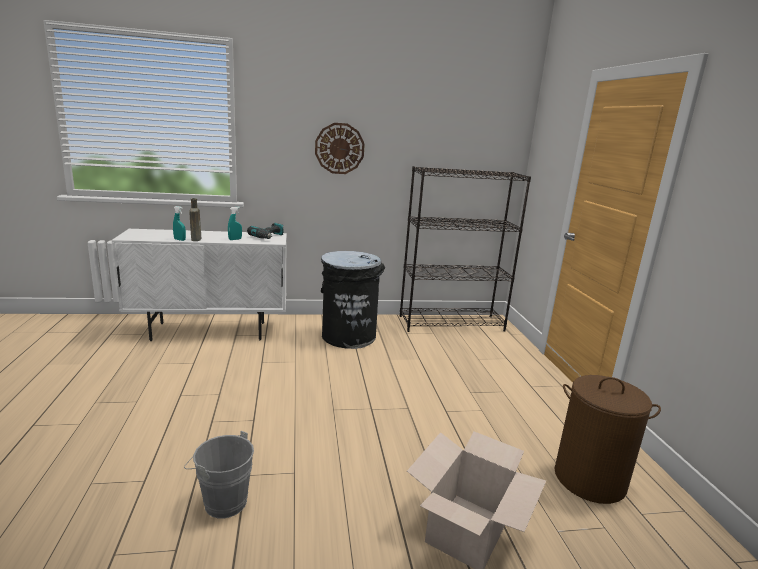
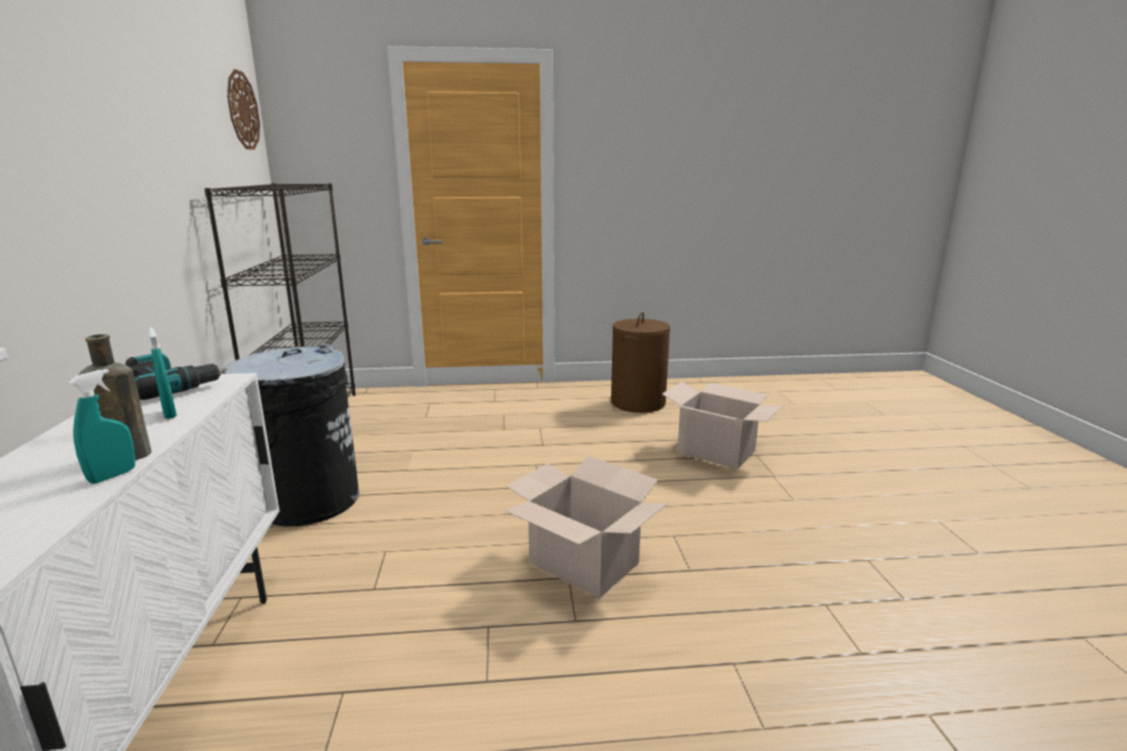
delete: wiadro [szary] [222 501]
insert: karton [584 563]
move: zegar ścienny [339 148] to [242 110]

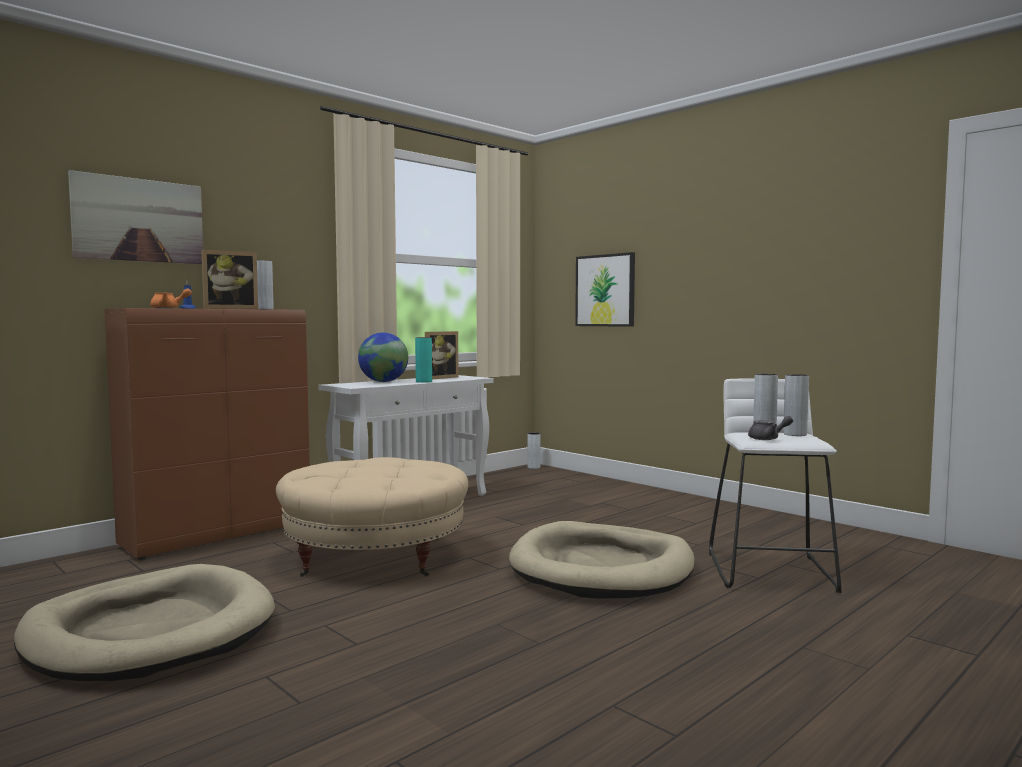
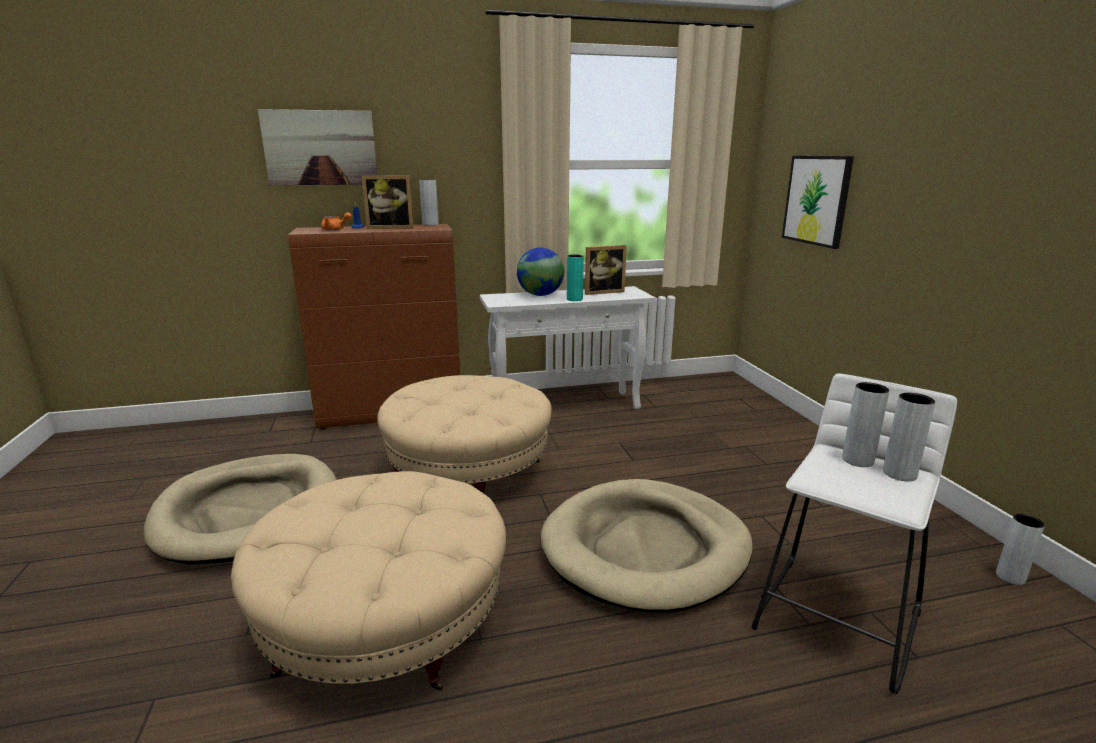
delete: imbryk [szary] [768 439]
insert: pufa [beżowy] [385 624]
move: wazon [szary] [533 467] to [1010 577]

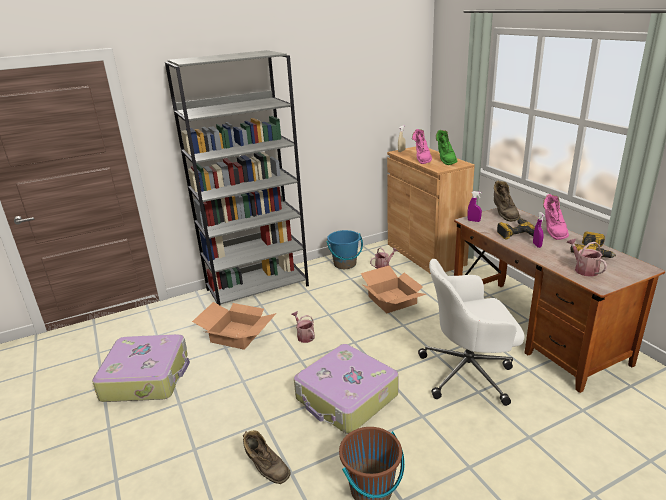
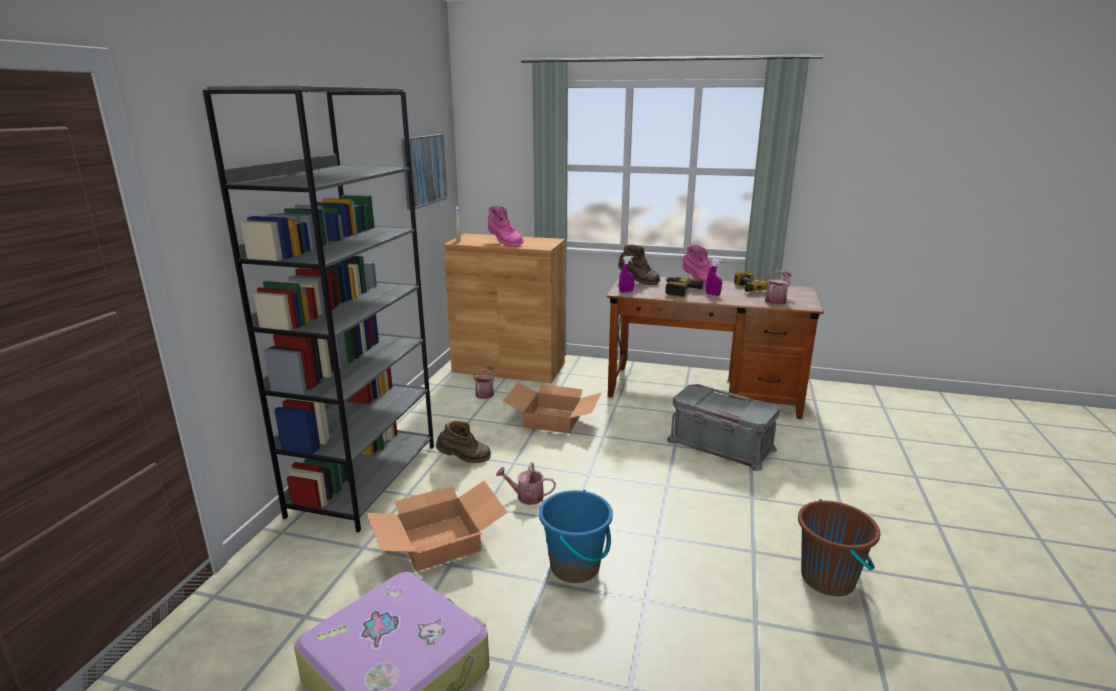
delete: walizka [346 398]; but z cholewką [zielony] [445 160]
insert: obraz [423 170]
move: but z cholewką [brązowy] [266 469] to [464 460]; wiadro [niebieski] [345 264] to [575 566]
replace: krzesło biurowe [biały] [469 372] to pojemnik do przechowywania [szary] [720 445]
rotate: konewka [583 269] = [776 300] 105 degrees clockwise

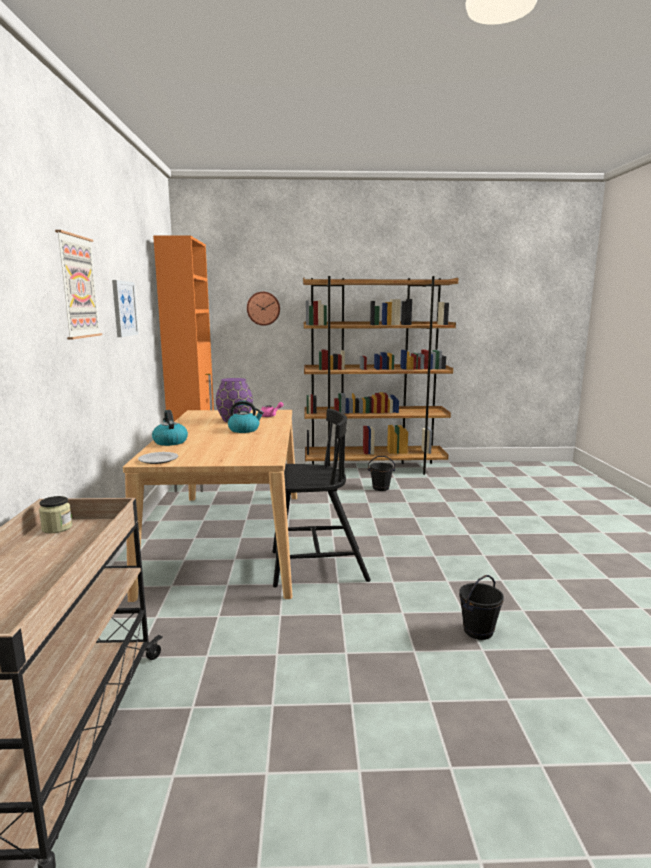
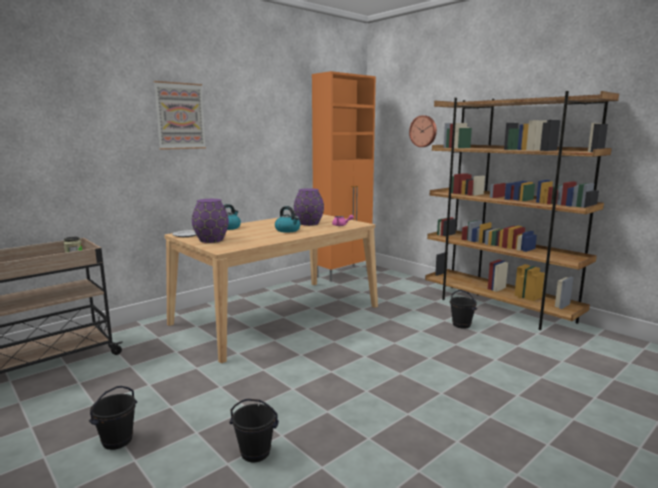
delete: obraz [124 308]; krzesło [czarny] [316 566]
insert: wiadro [czarny] [117 441]; wazon [fioletowy] [211 240]

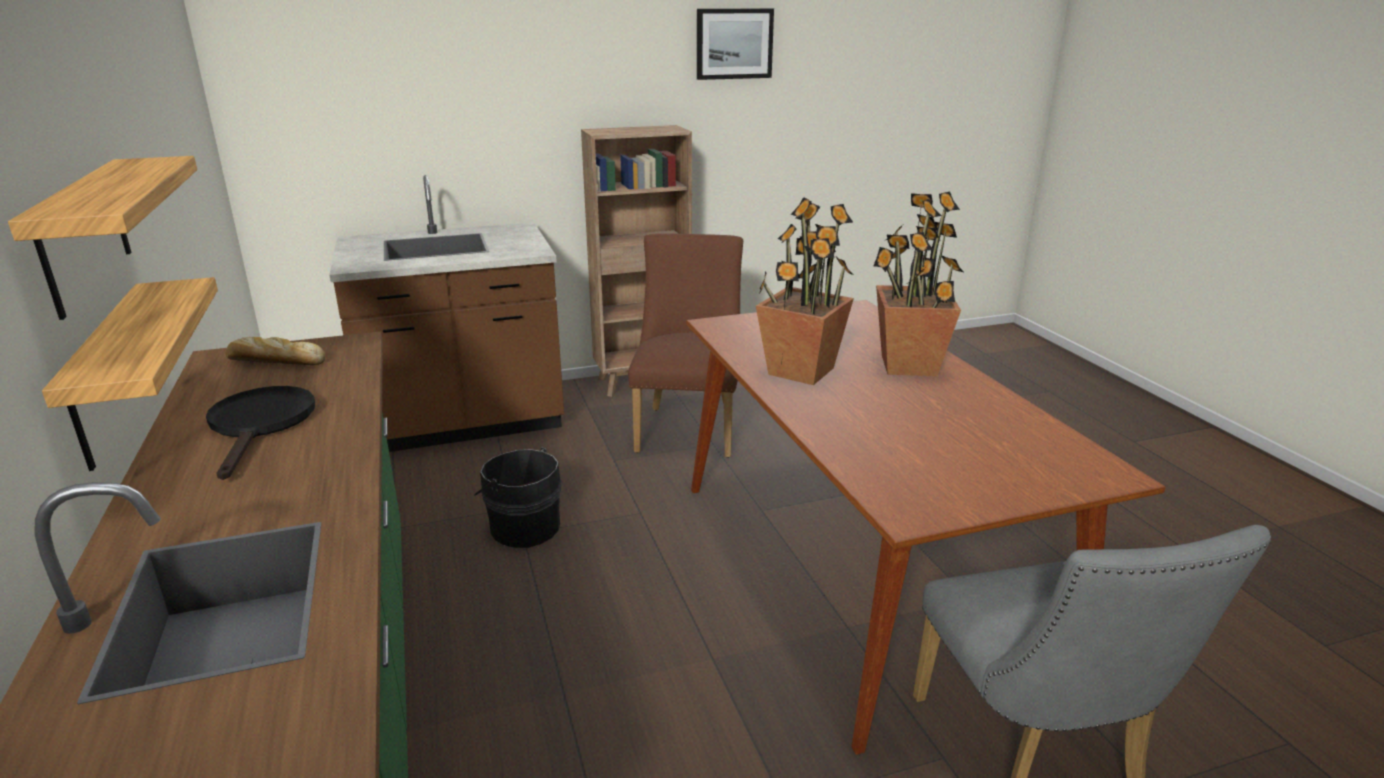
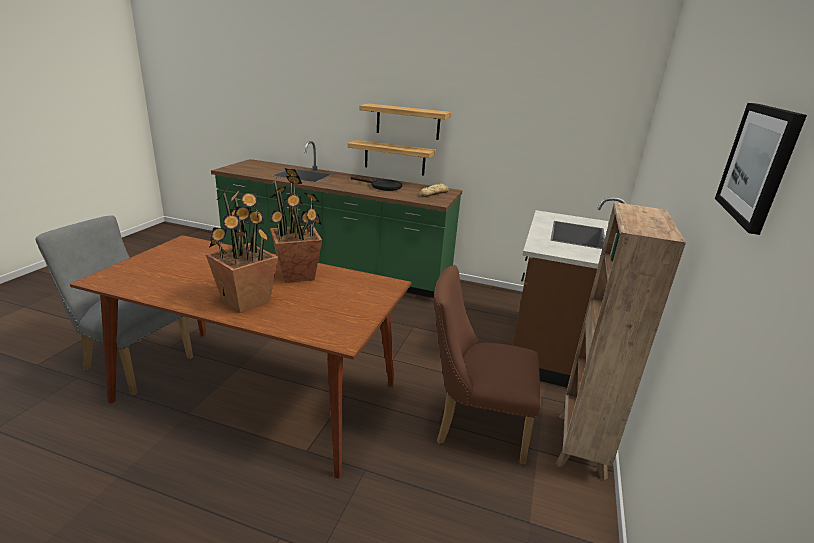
delete: wiadro [czarny] [523 527]
rotate: krzesło [brązowy] [688 427] = [474 425] 150 degrees clockwise

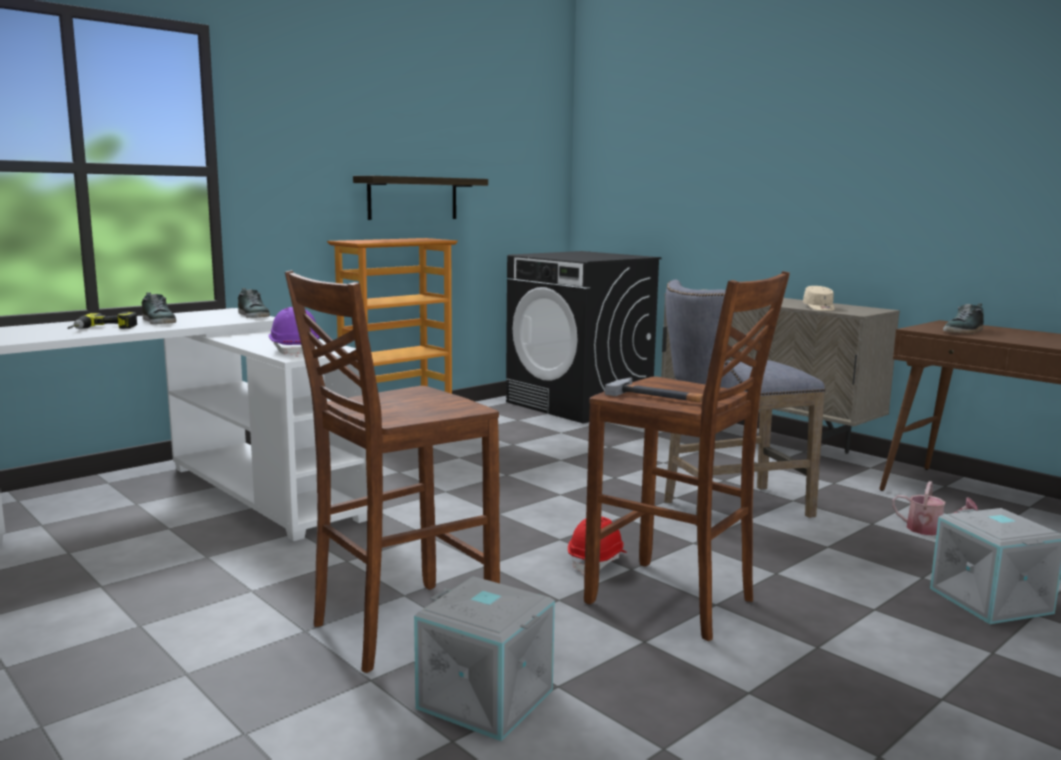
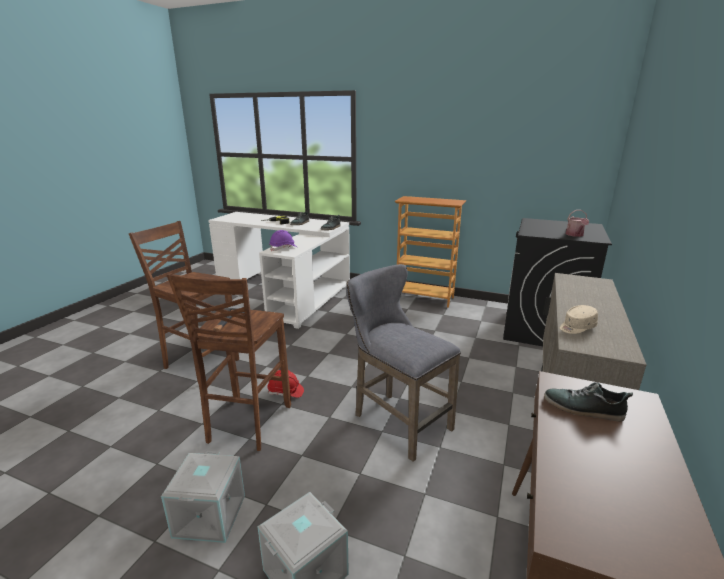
delete: półka [413 198]
move: pojemnik do przechowywania [szary] [487 698] to [210 516]; konewka [930 530] to [575 235]

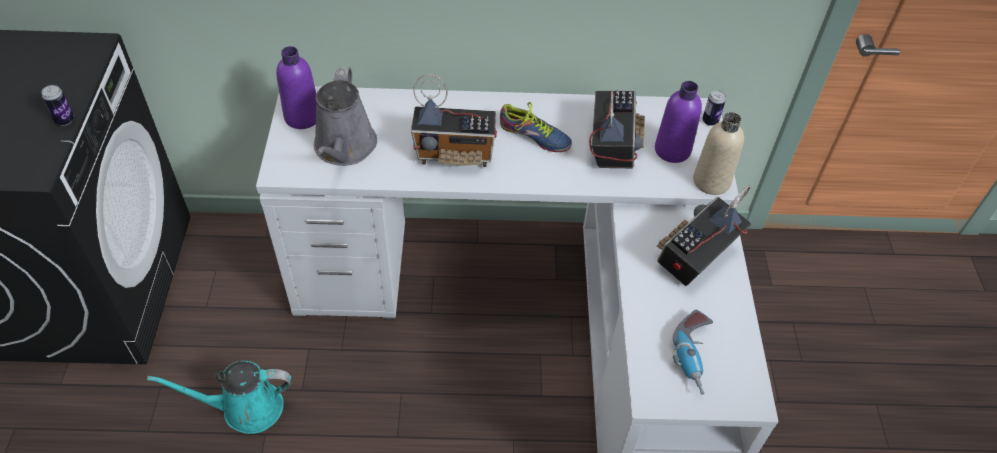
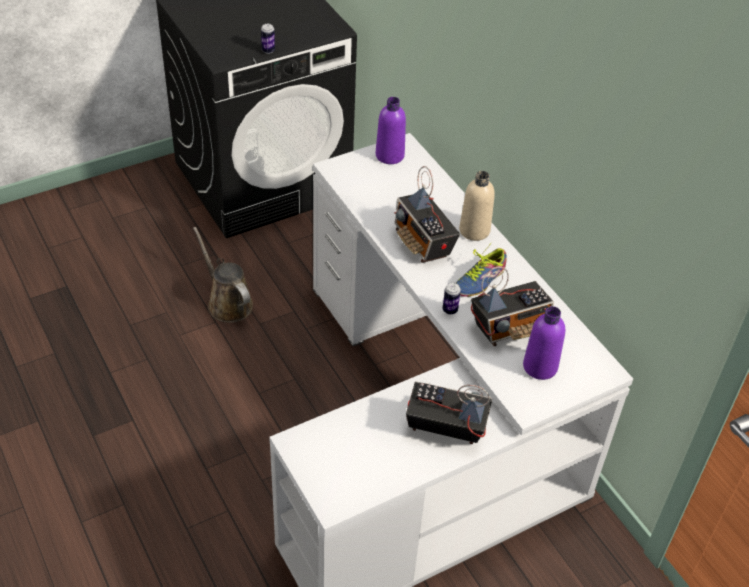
delete: konewka [szary] [344 148]; wiertarka [695 357]
move: puszka [710 121] to [450 310]; butelka [beżowy] [711 181] to [474 230]
recolor: konewka [turkusowy] [246 408] to konewka [brązowy] [227 302]
rotate: but [534 138] = [477 279] 45 degrees clockwise

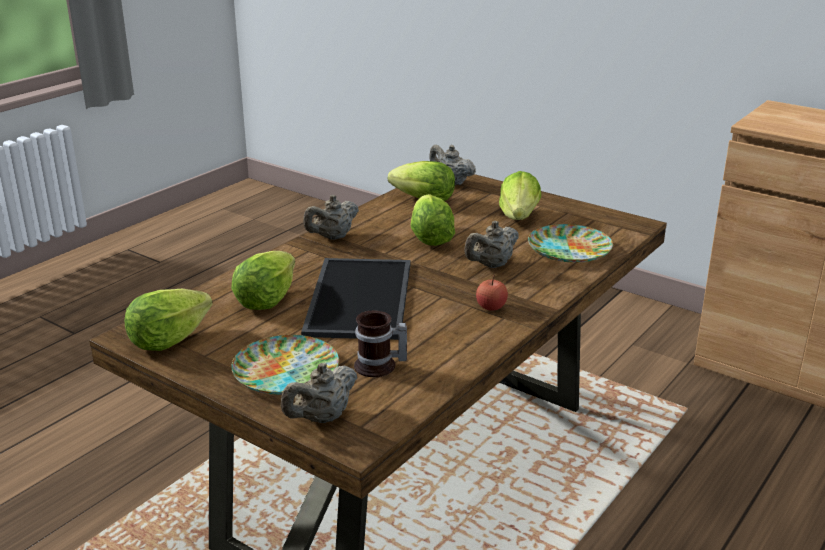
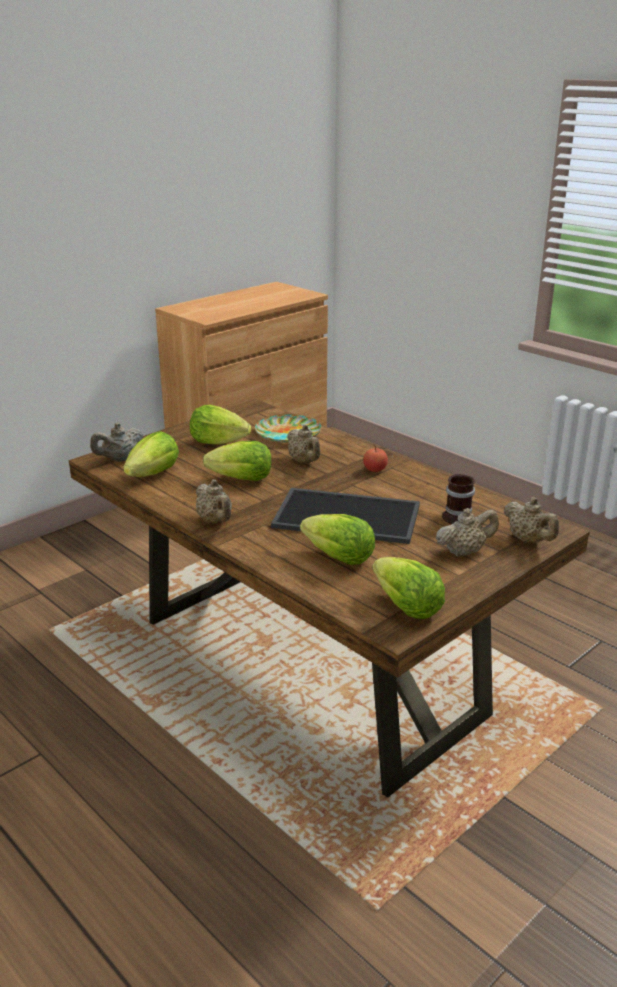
replace: talerz [287 372] to imbryk [beżowy] [465 551]

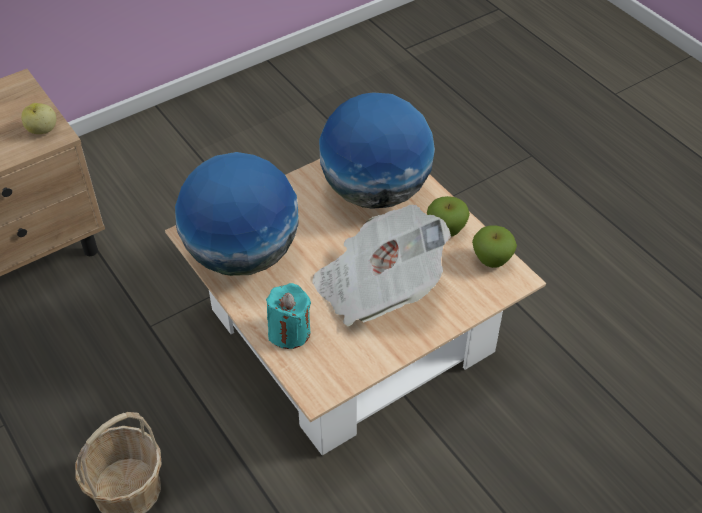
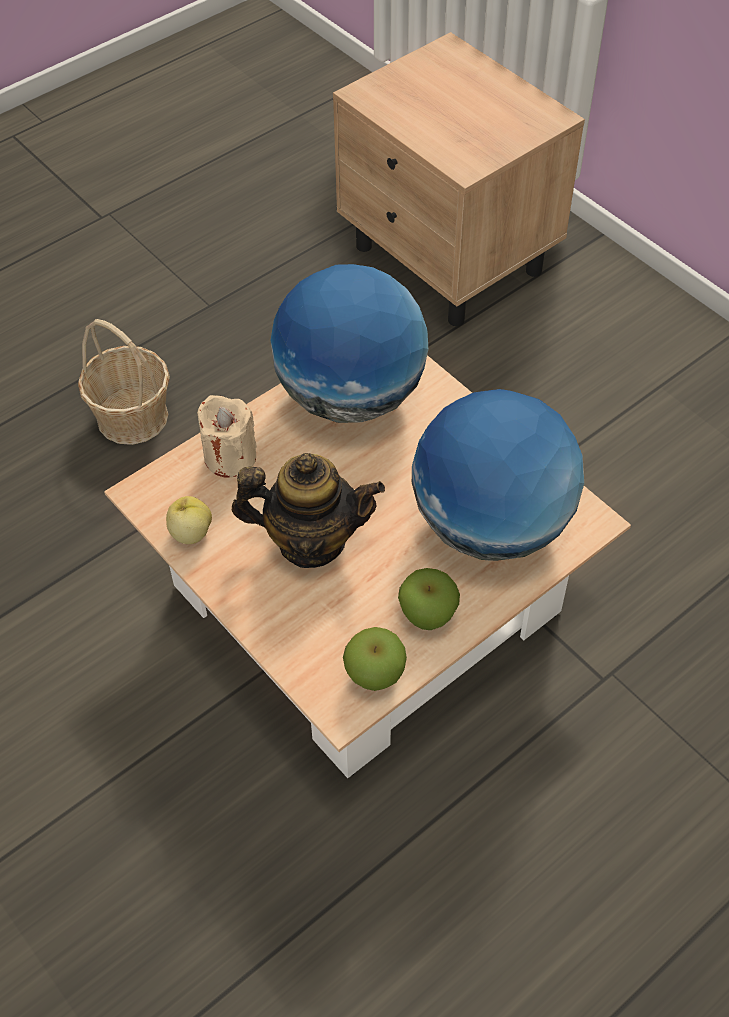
move: jabłko [42 130] to [190 533]
replace: gazeta [378 287] to imbryk [311 541]
recolor: świeca [turkusowy] [289 332] to świeca [beżowy] [230 457]

